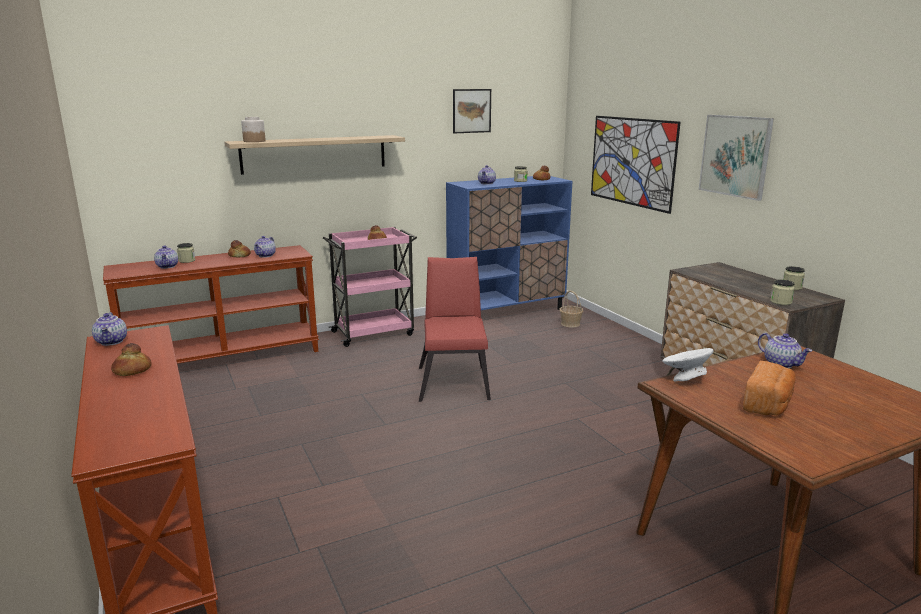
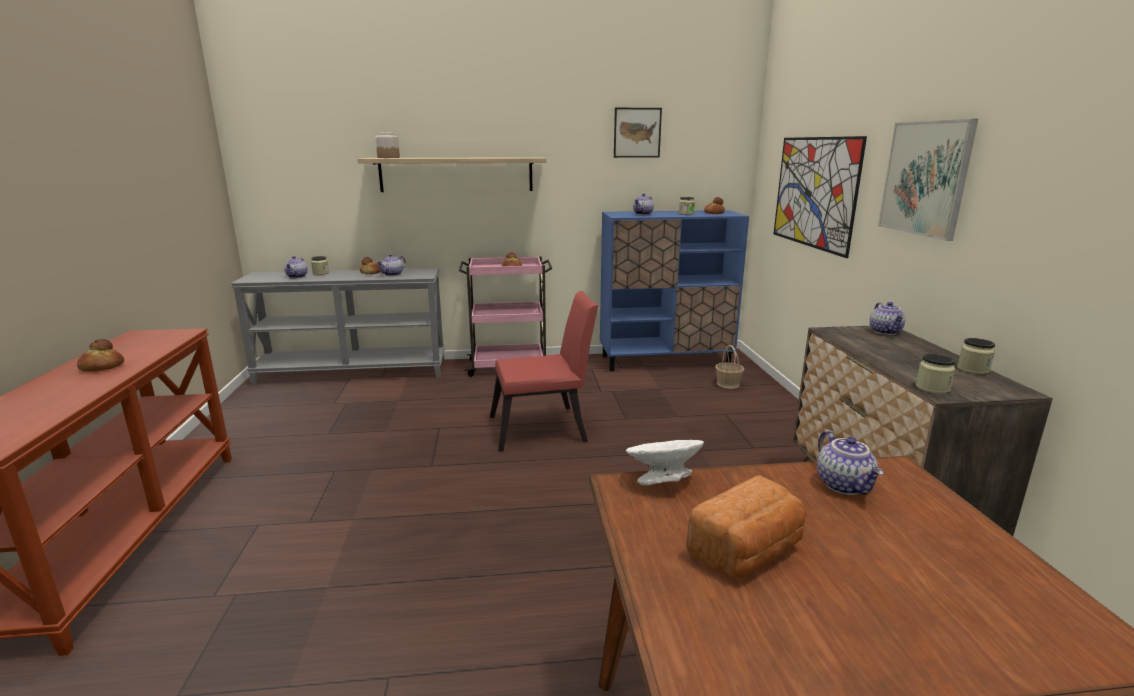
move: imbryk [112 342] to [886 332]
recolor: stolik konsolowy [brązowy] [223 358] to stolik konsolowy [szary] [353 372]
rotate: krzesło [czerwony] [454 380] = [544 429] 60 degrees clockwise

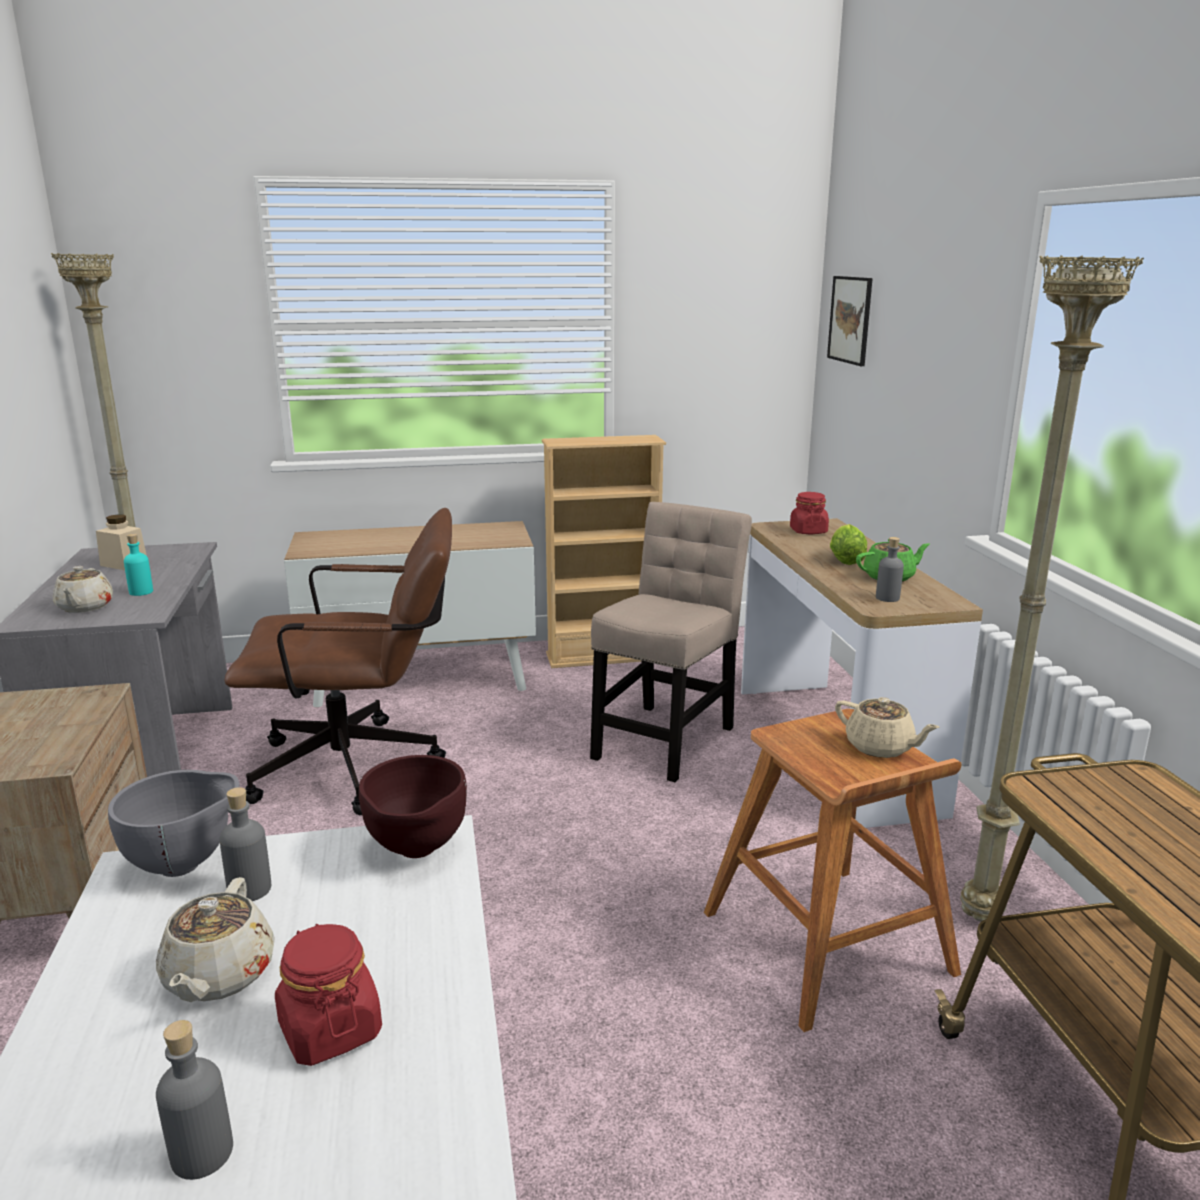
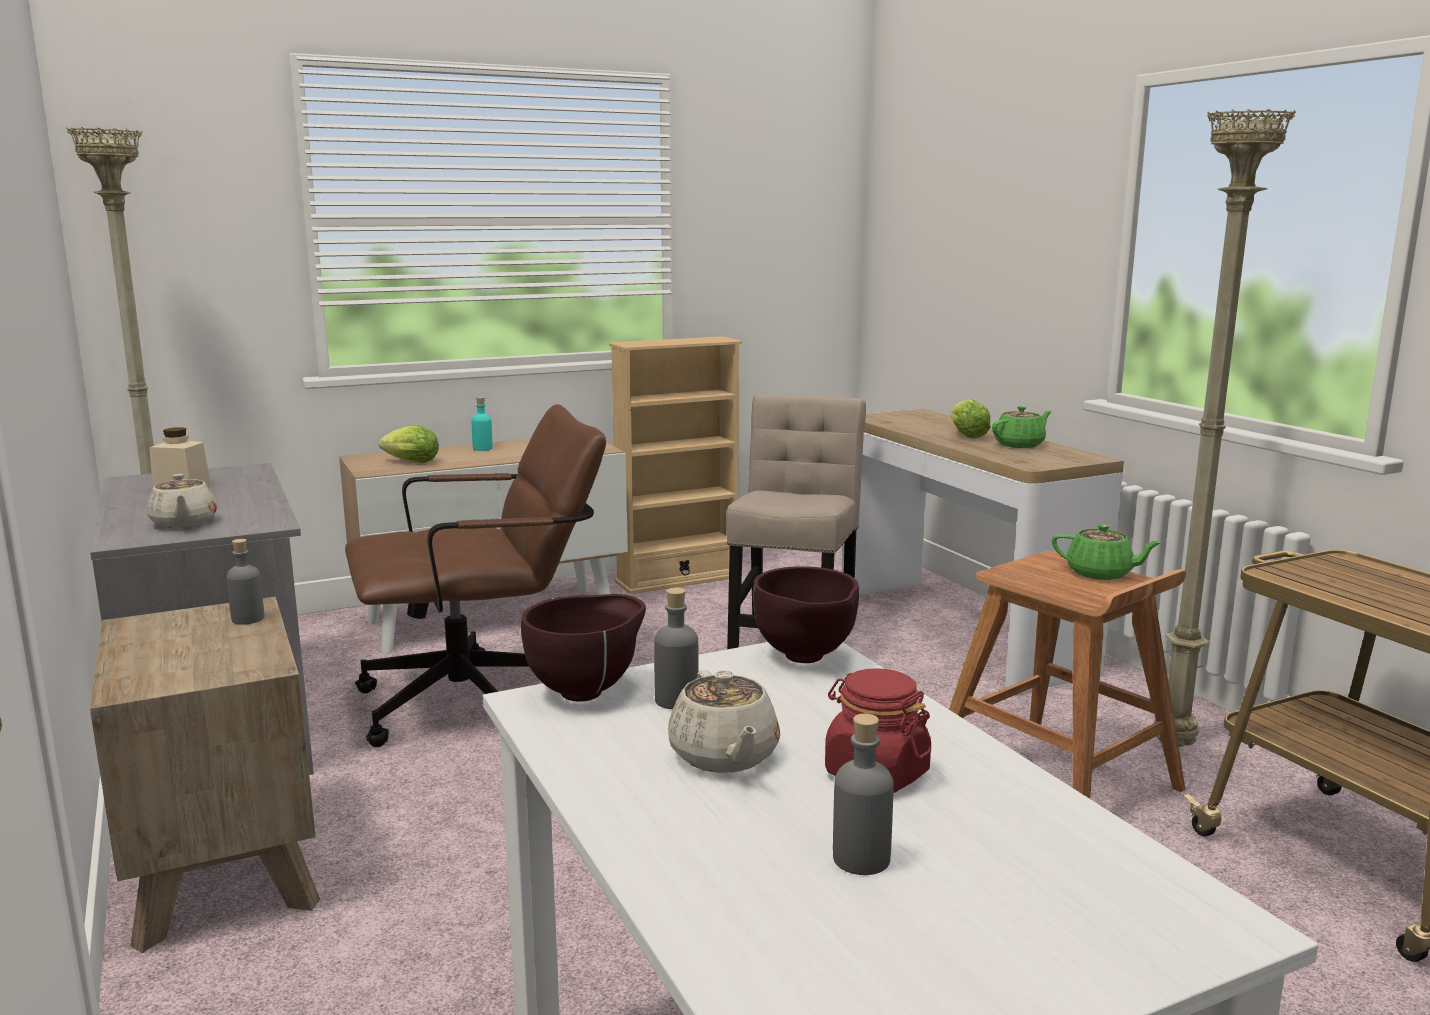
delete: słoik [czerwony] [808 531]; obraz [850 320]
insert: sałata [408 462]
move: butelka [szary] [887 598] to [248 619]; butelka [turkusowy] [141 592] to [482 448]
recolor: miska [szary] [186 864] to miska [brązowy] [587 692]; imbryk [beżowy] [880 747] to imbryk [zielony] [1101 574]

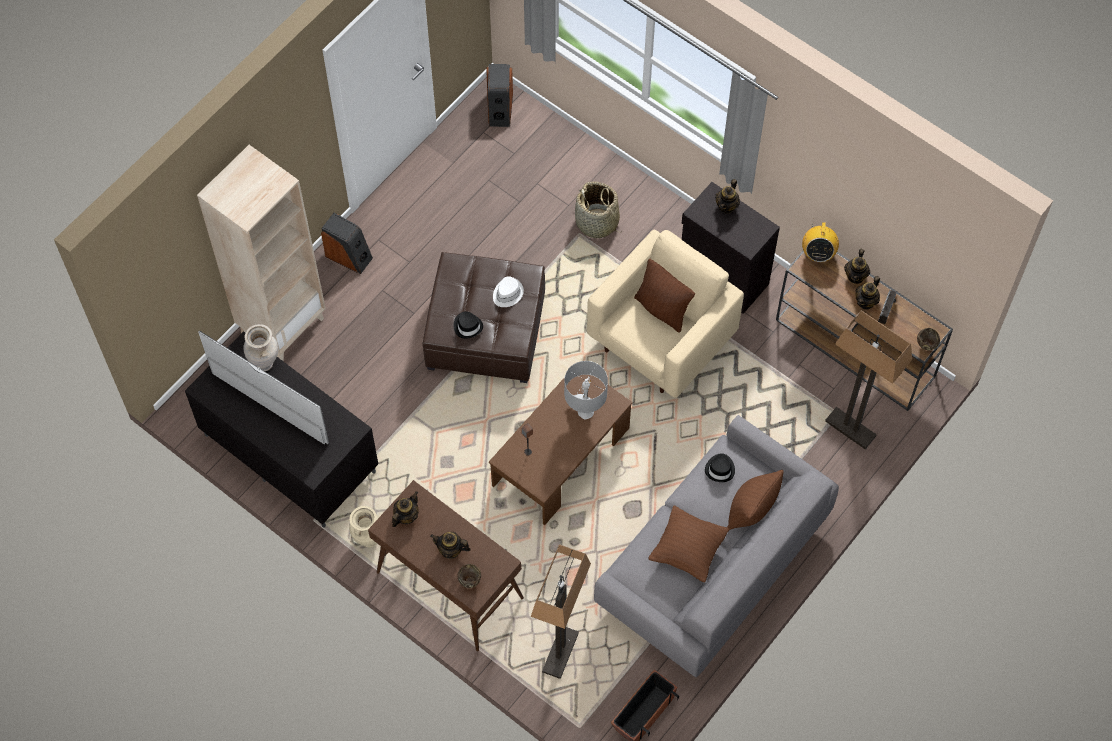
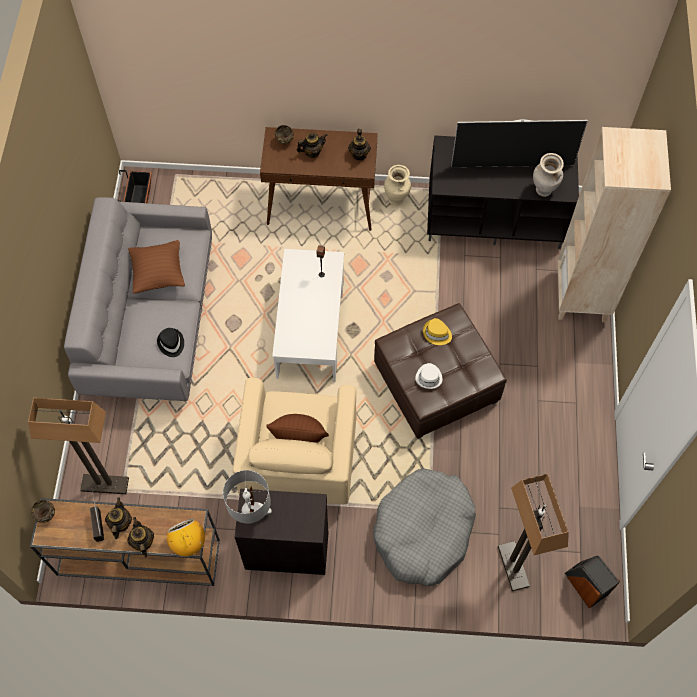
delete: głośnik [349 256]; imbryk [727 206]; poduszka [brązowy] [751 510]
move: lampa stołowa [szary] [585 411] to [251 515]; lampa stojąca [560 653] to [512 566]
replace: koszyk [597 222] to legowisko [szary] [423 531]
recolor: ława [brązowy] [561 457] to ława [biały] [310 328]; kapelusz [czarny] [468 326] to kapelusz [żółty] [437 333]

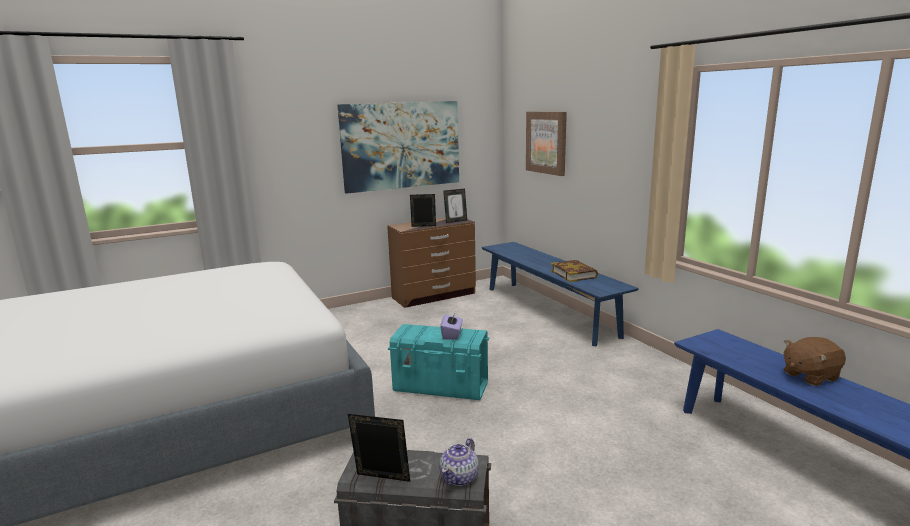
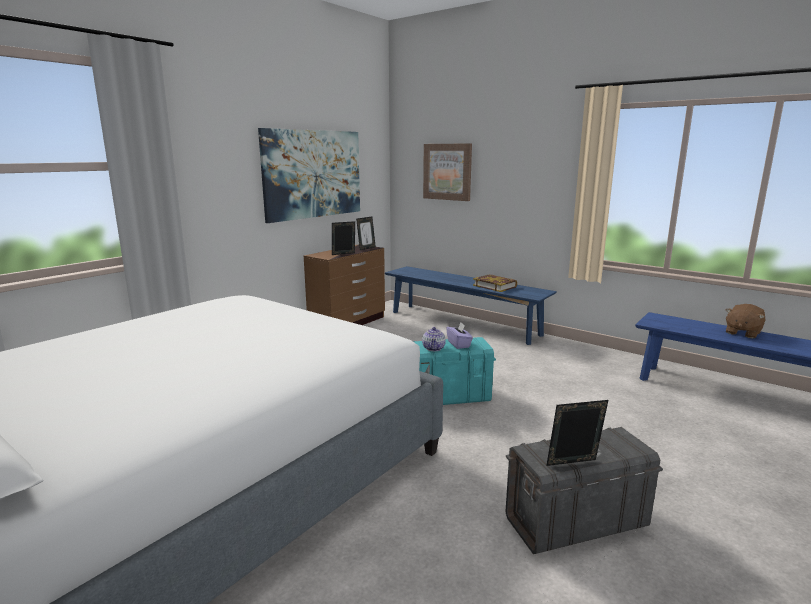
move: imbryk [460 477] to [434 348]

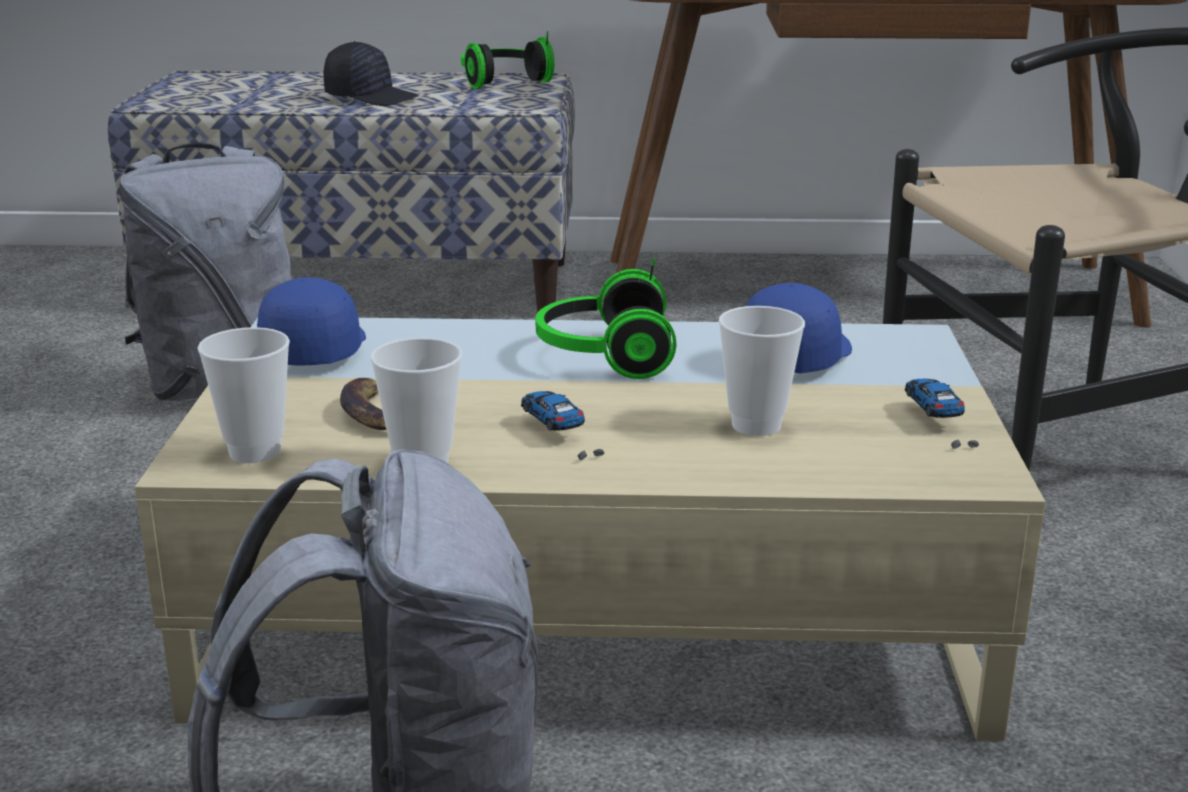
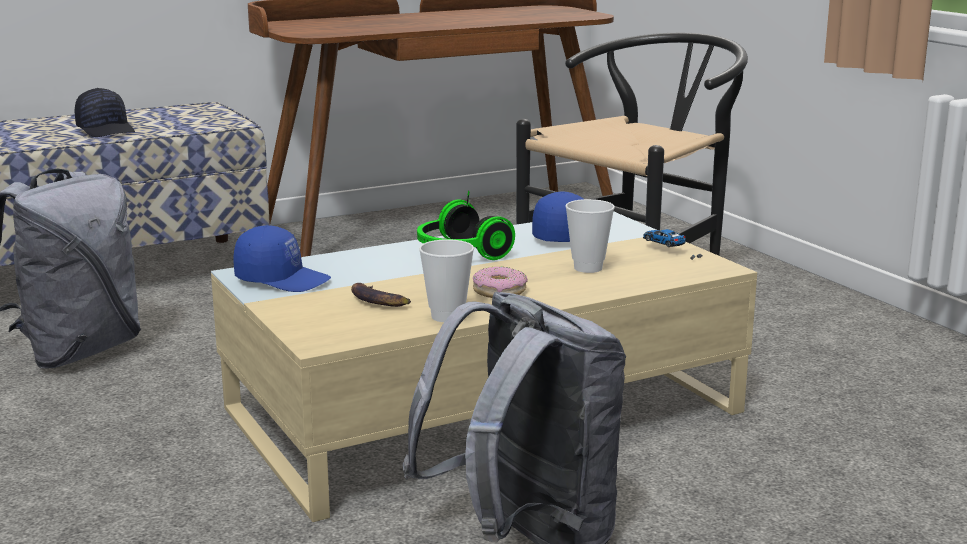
delete: filiżanka [255 452]; słuchawki [502 81]
replace: samochodzik [561 437] to donut [499 291]
rotate: czapka z daszkiem [czarny] [371 97] = [107 130] 60 degrees clockwise; czapka z daszkiem [niebieski] [313 349] = [283 279] 135 degrees clockwise

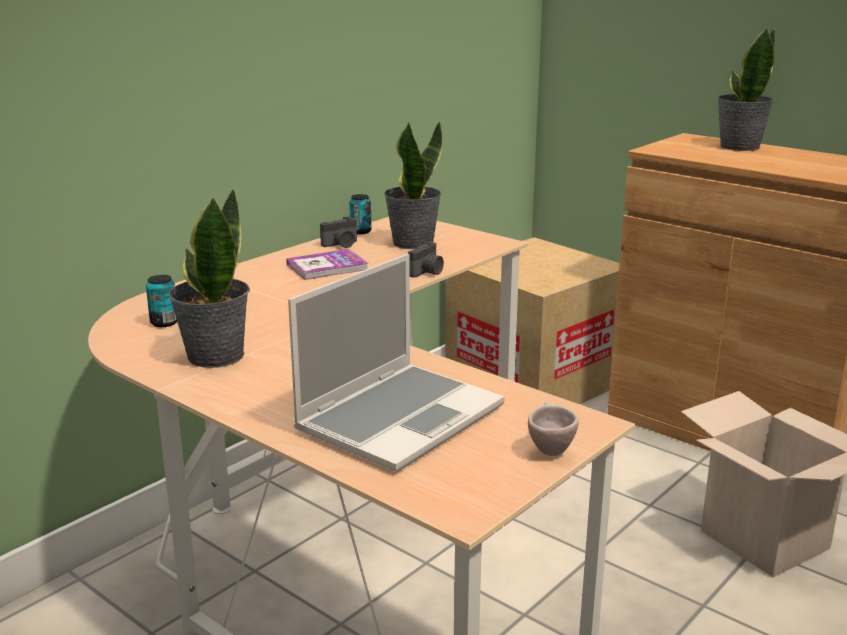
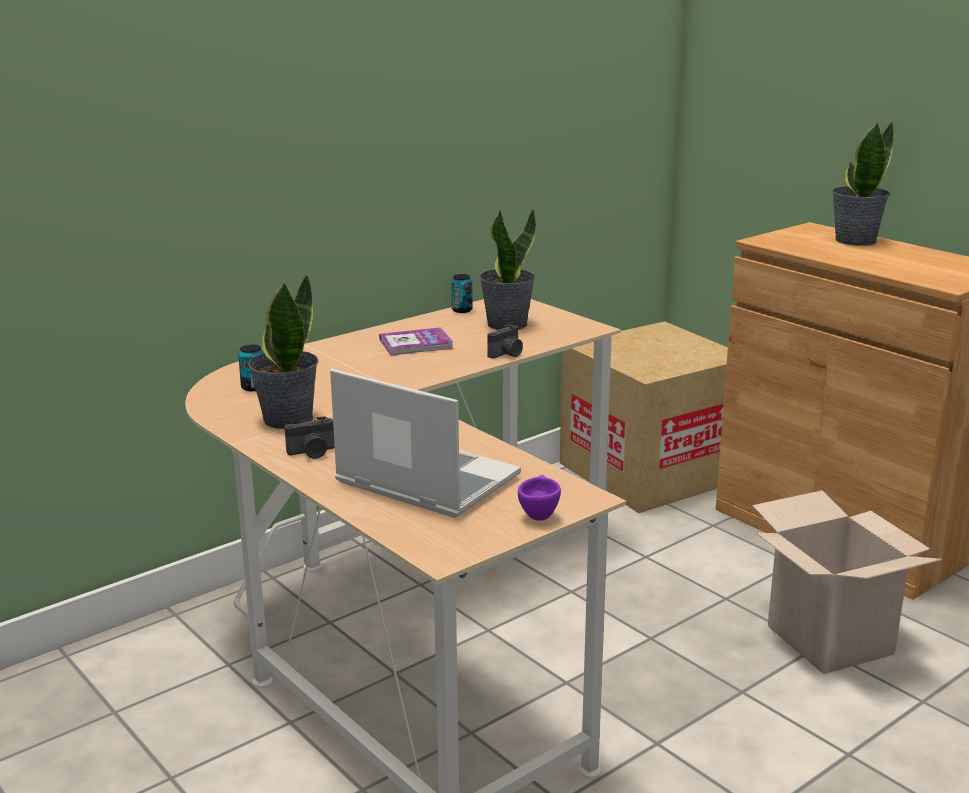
move: aparat fotograficzny [341 245] to [312 453]
recolor: filiżanka [beżowy] [549 448] to filiżanka [fioletowy] [538 514]
rotate: laptop [400 417] = [424 480] 105 degrees counterclockwise

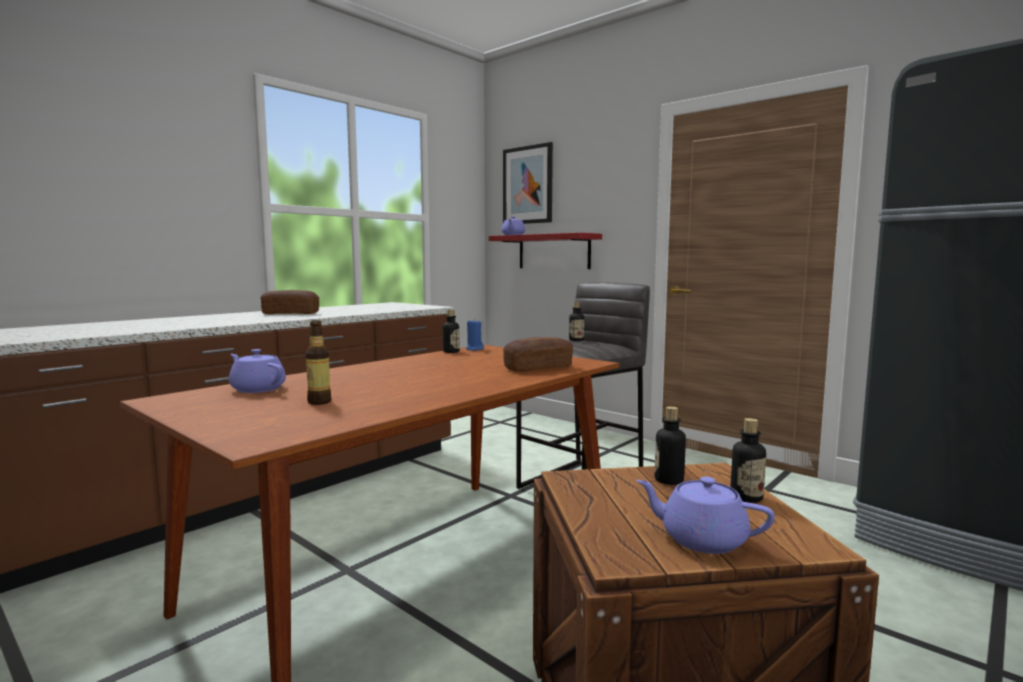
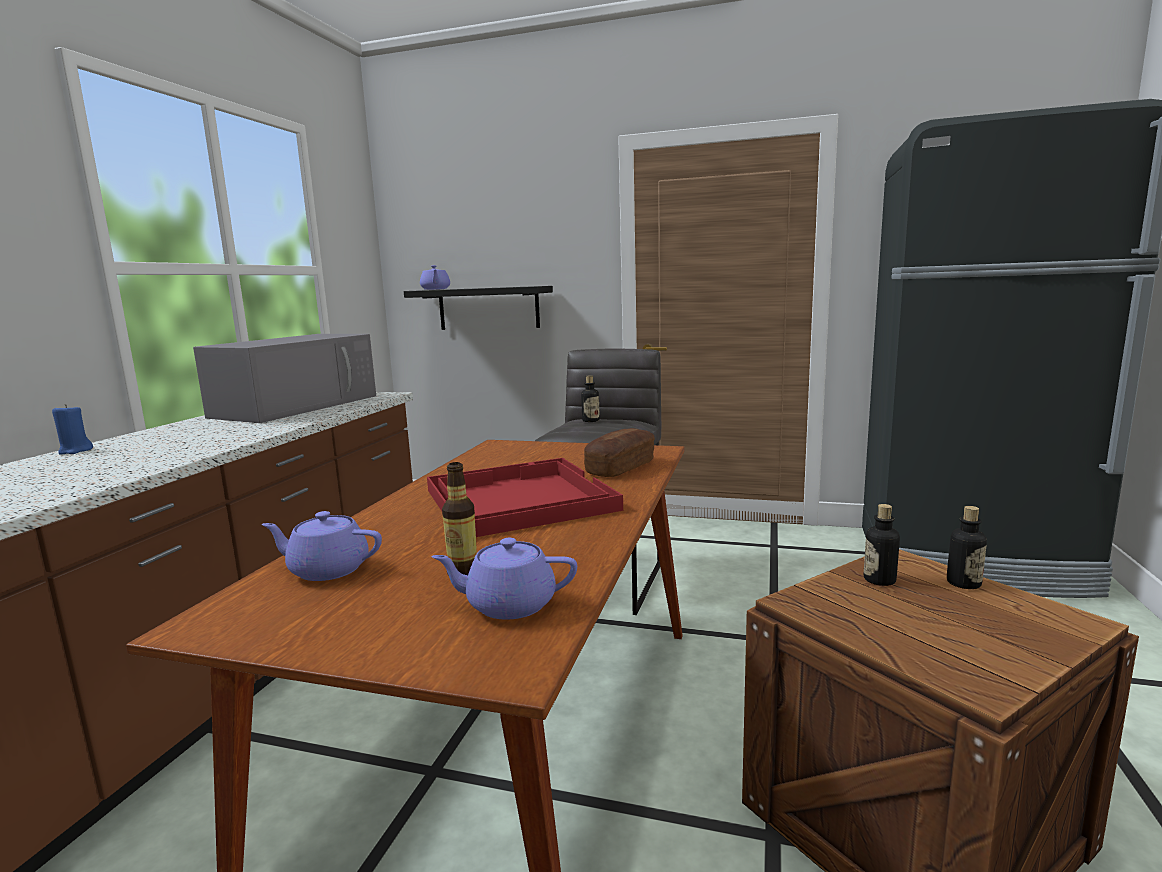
delete: chleb [290 313]; butelka [451 352]; obraz [528 185]
insert: mikrofalówka [szary] [298 406]; taca [czerwony] [517 499]
move: świeca [niebieski] [474 349] to [75 451]; imbryk [fioletowy] [701 539] to [509 605]
recolor: półka [czerwony] [554 252] to półka [czarny] [488 308]

